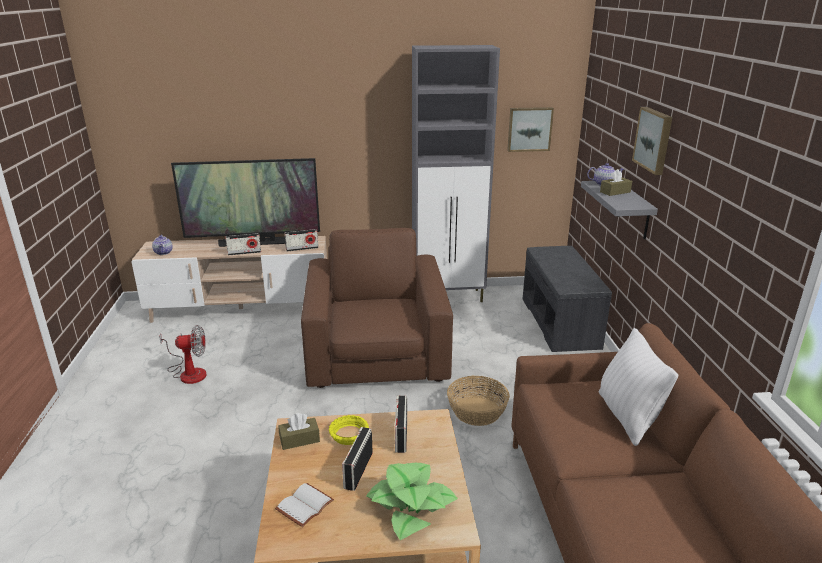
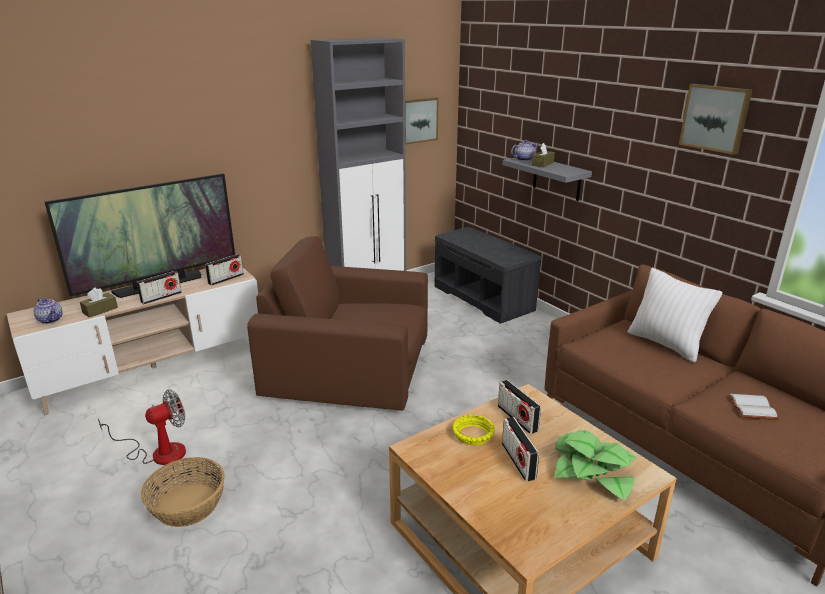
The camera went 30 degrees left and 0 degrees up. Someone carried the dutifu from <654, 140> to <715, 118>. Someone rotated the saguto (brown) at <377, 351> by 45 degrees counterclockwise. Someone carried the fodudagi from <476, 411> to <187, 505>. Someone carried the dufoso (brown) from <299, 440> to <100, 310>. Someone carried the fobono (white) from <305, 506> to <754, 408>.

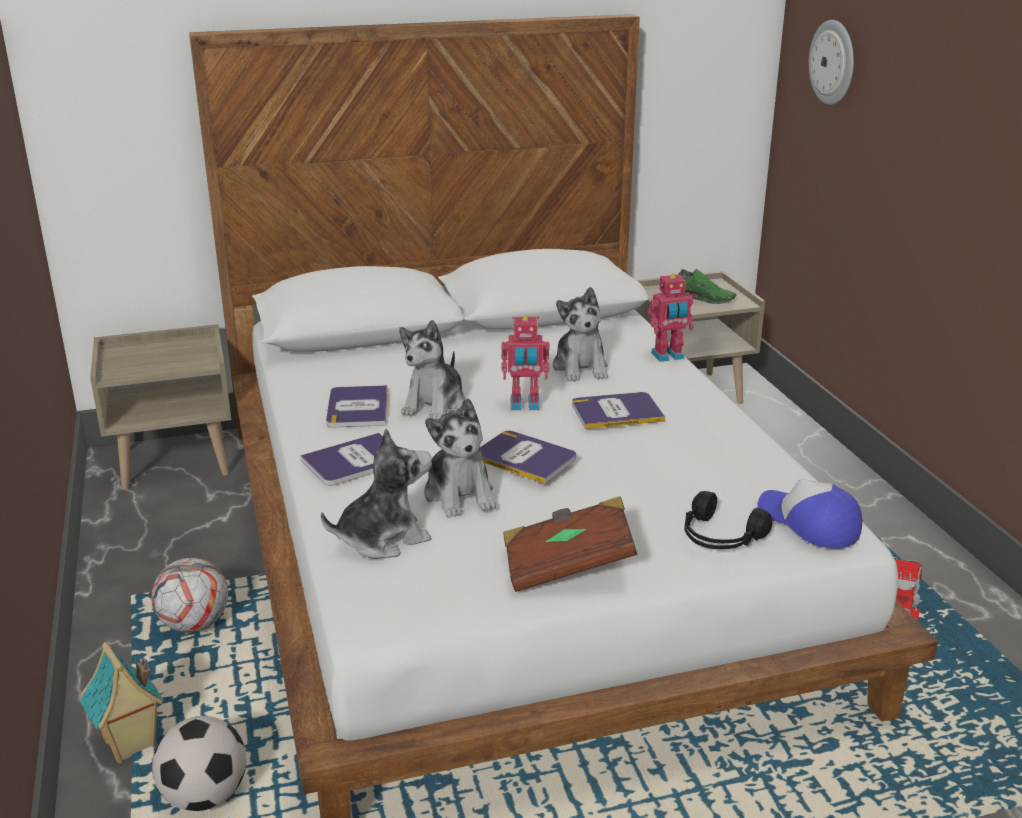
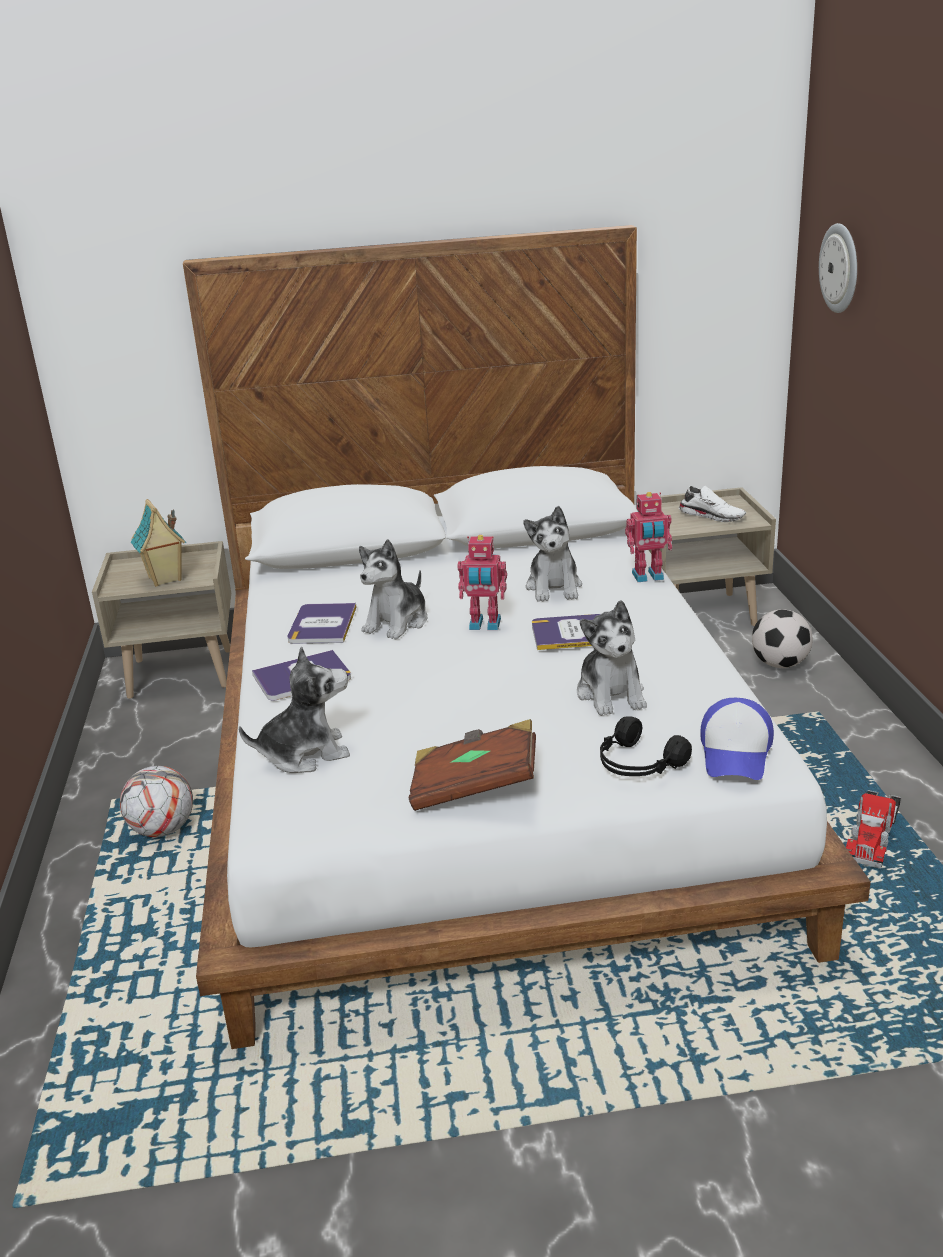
The camera went 10 degrees right and 0 degrees up. Someone repainted the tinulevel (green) at <703, 298>, which became the tinulevel (white) at <712, 516>. Someone carried the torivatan from <460, 494> to <611, 694>. Someone took away the fobono at <525, 458>. Someone rotated the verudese at <808, 523> by 135 degrees counterclockwise. Someone carried the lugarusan from <130, 746> to <165, 579>. Someone carried the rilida from <205, 796> to <779, 664>.

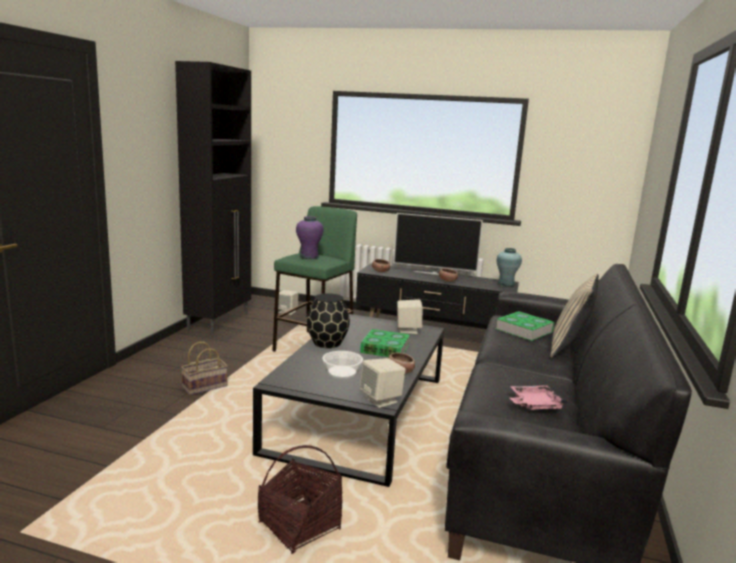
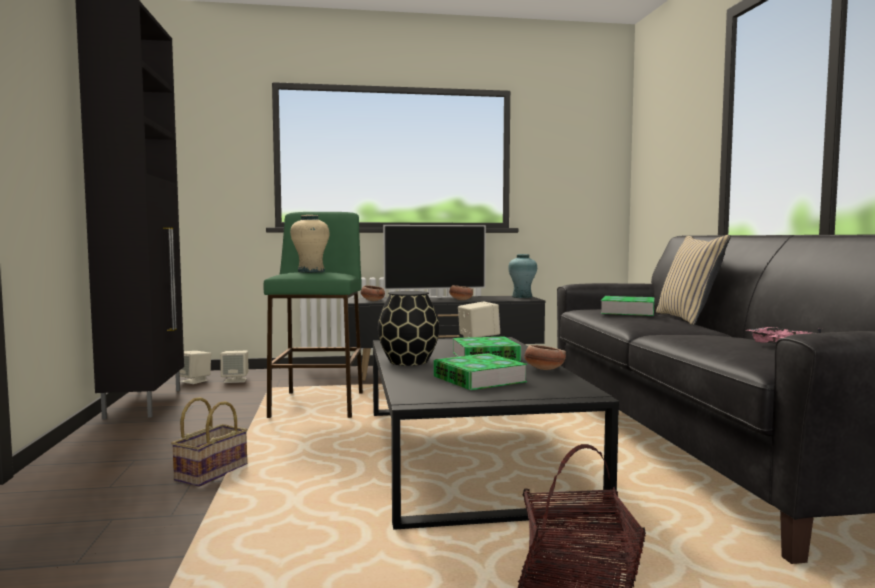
The camera went 25 degrees left and 10 degrees down. Someone repainted the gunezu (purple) at <309, 257>, which became the gunezu (beige) at <311, 271>. Someone swapped the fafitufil at <341, 372> for the fobono at <479, 379>. Someone carried the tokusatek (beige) from <381, 399> to <194, 381>.

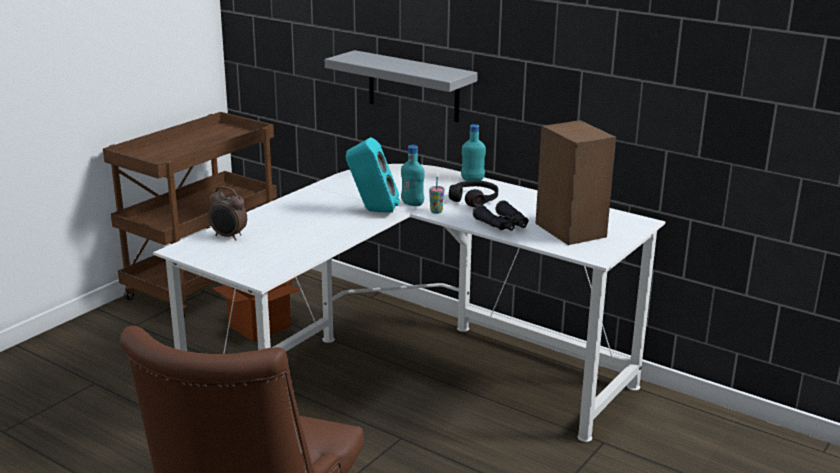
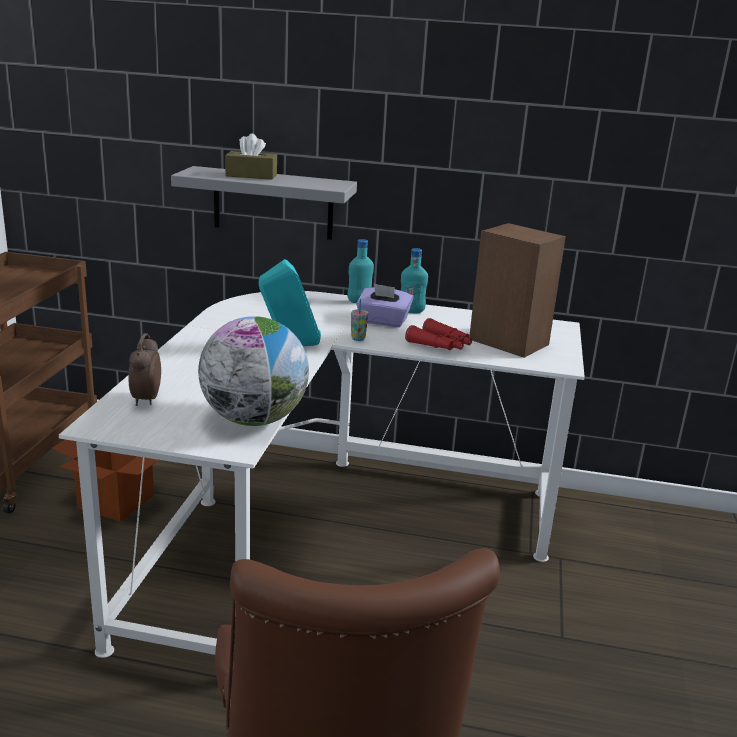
The camera went 25 degrees left and 0 degrees up. Someone carried the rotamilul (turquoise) from <412, 204> to <411, 311>. Someone swapped the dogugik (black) at <474, 199> for the dufoso (purple) at <383, 321>. Someone rotated the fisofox at <228, 237> by 90 degrees clockwise. Someone repainted the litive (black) at <503, 225>, which became the litive (red) at <441, 345>. Someone put down the dufoso (brown) at <251, 175>. Someone put down the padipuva at <254, 419>.

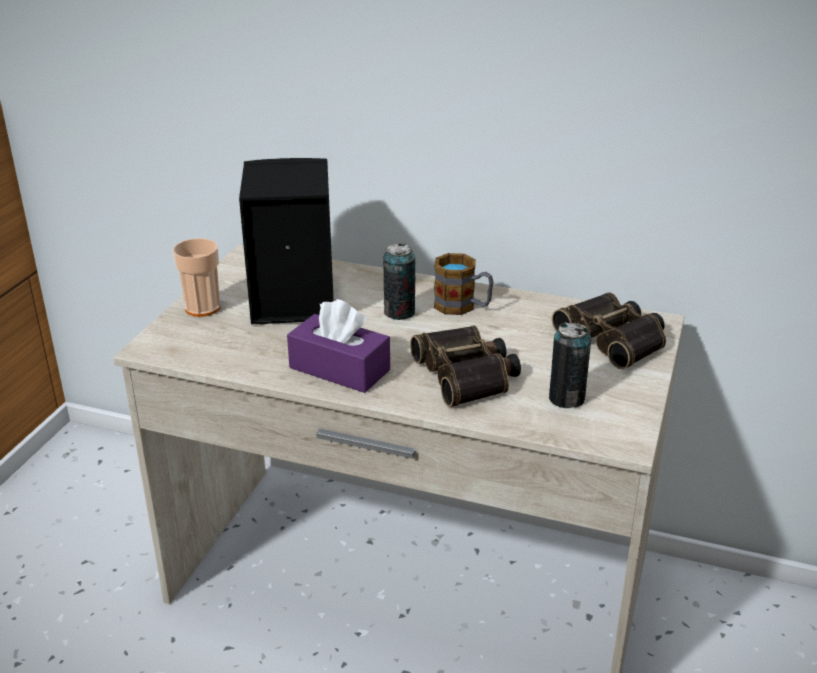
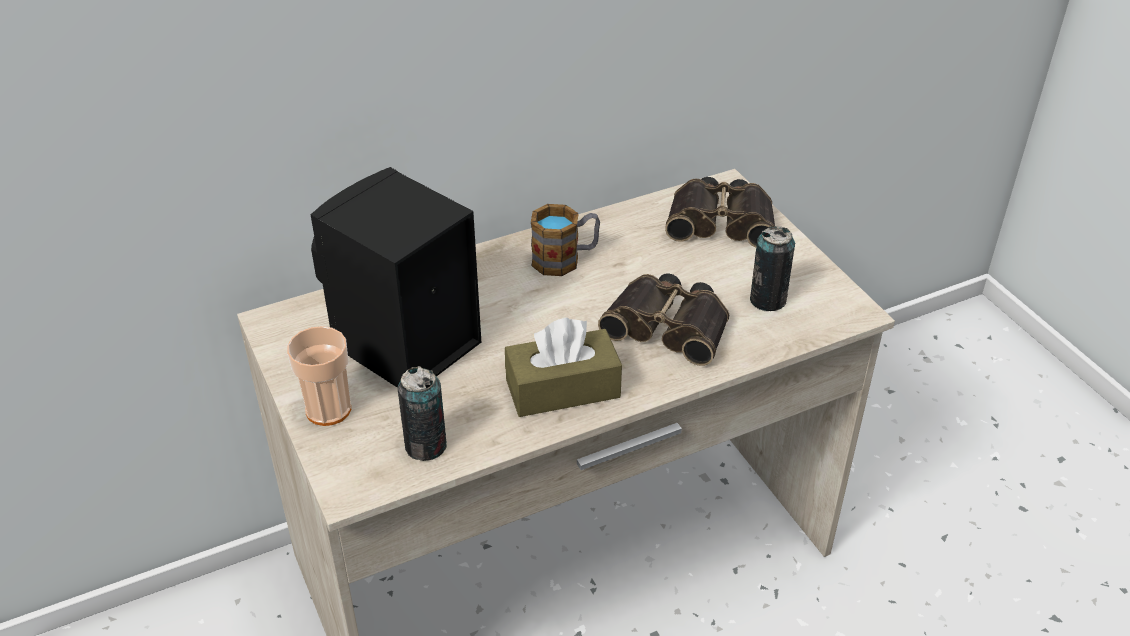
The camera went 45 degrees left and 10 degrees up. Someone carried the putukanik from <399, 312> to <425, 446>. Someone repainted the dufoso (purple) at <339, 369>, which became the dufoso (brown) at <562, 388>.

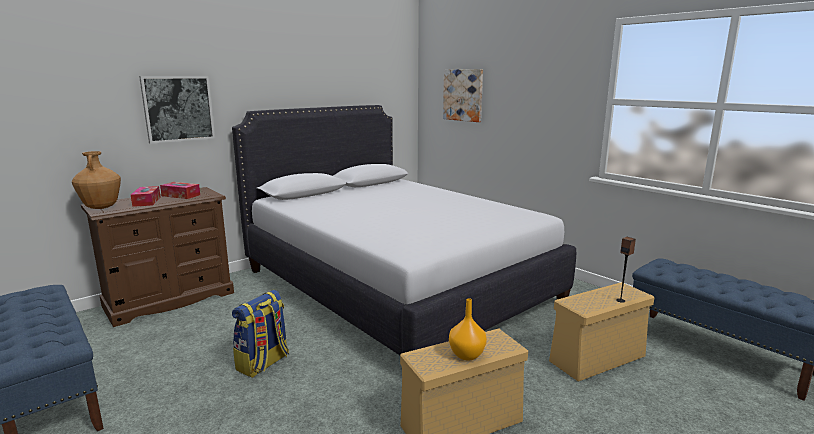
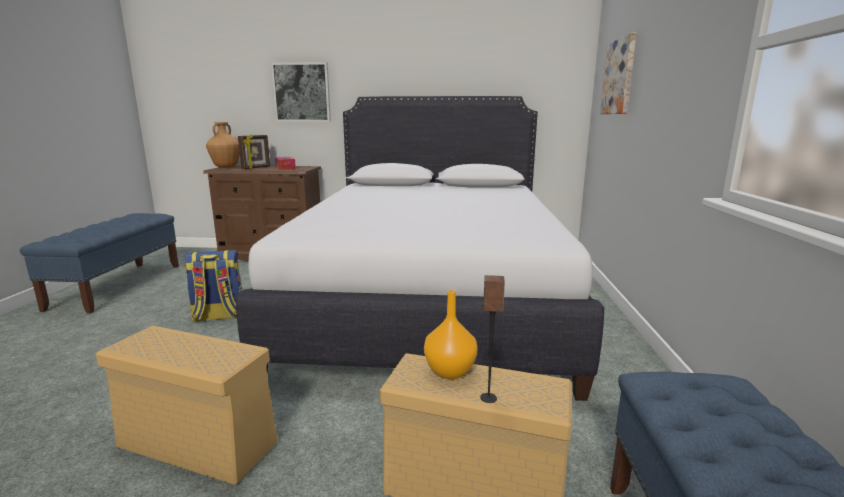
The camera went 45 degrees right and 0 degrees up. Someone swapped the dufoso at <147, 201> for the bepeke at <256, 168>. Someone carried the gunezu (orange) from <466, 354> to <450, 371>.

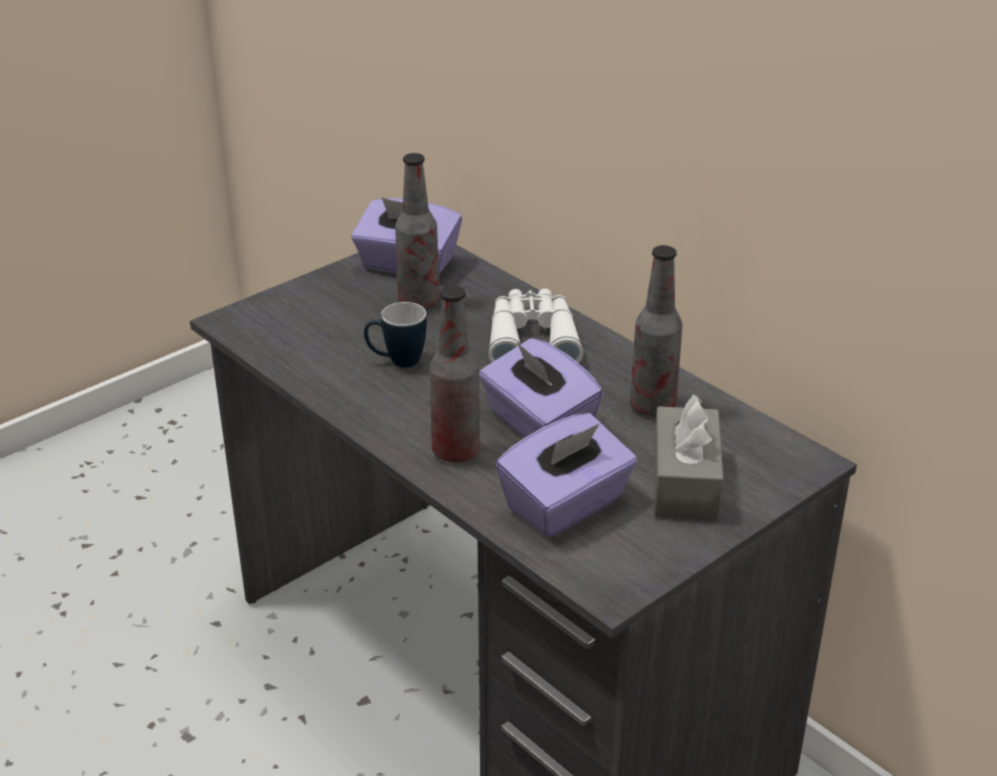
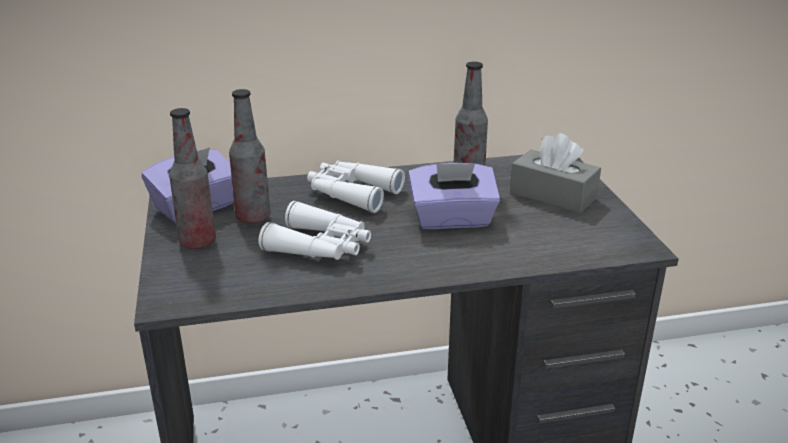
The camera went 60 degrees left and 5 degrees down. Someone carried the rotamilul from <456, 451> to <198, 242>. Someone swapped the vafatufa at <396, 362> for the litive (white) at <320, 247>. Someone took away the dufoso (purple) at <566, 505>.

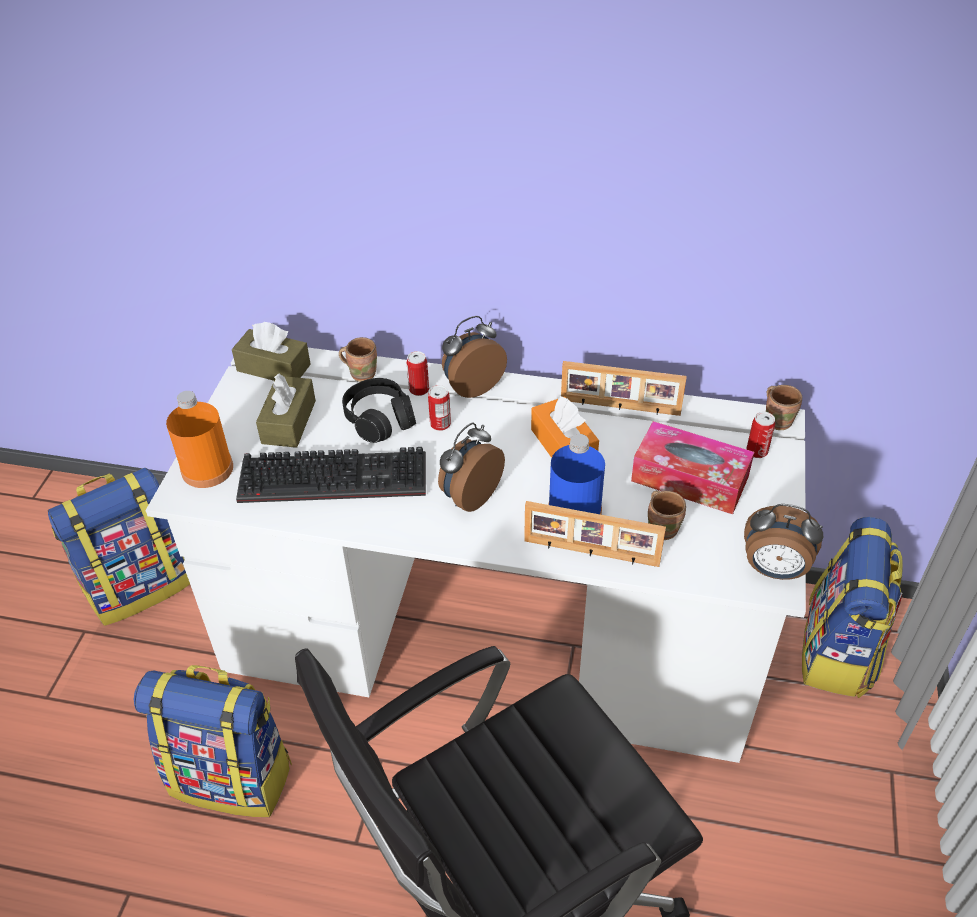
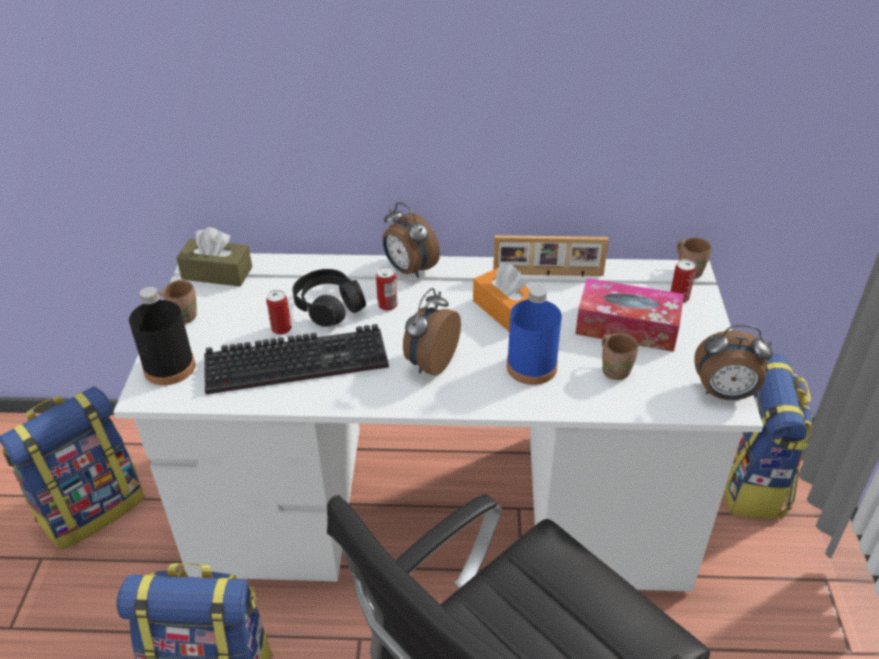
The camera went 10 degrees left and 5 degrees down. Someone rotated the fisofox at <472, 386> by 90 degrees counterclockwise. Someone carried the vafatufa (brown) from <362, 373> to <183, 316>. Someone carried the putukanik from <419, 390> to <281, 329>. Someone took away the dufoso (brown) at <289, 422>. Someone repainted the rotamilul (orange) at <207, 469>, which became the rotamilul (black) at <169, 367>. Someone took away the bepeke at <591, 553>.

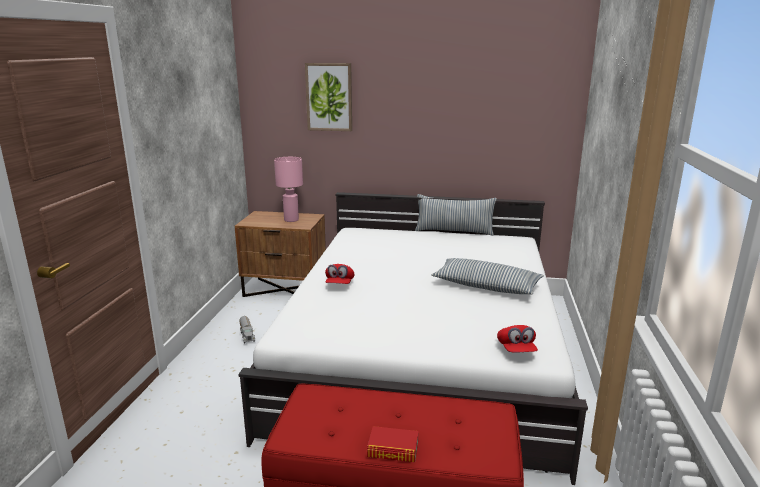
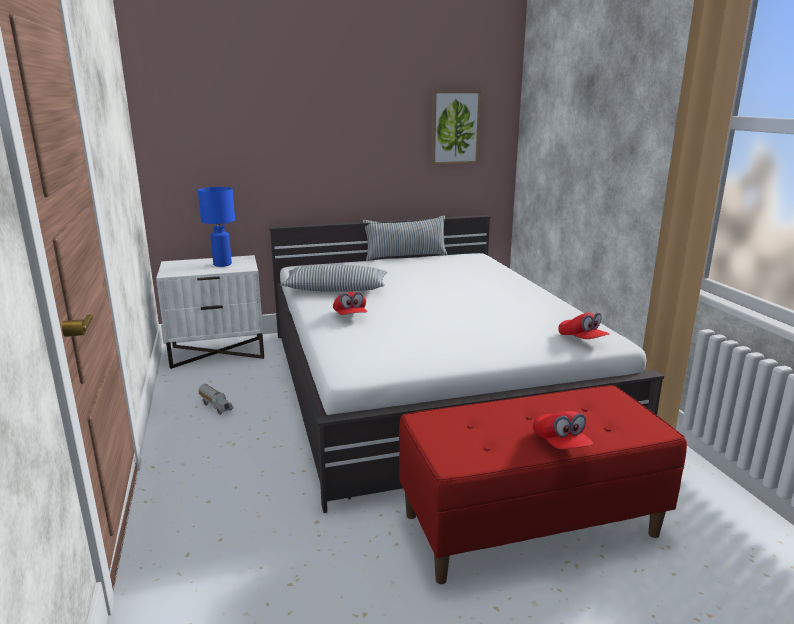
The camera went 25 degrees left and 0 degrees up. Someone carried the dutifu from <329, 97> to <455, 127>. Someone repainted the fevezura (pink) at <291, 220>, which became the fevezura (blue) at <222, 264>. Someone repainted the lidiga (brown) at <285, 289>, which became the lidiga (white) at <218, 352>. Someone carried the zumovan from <486, 286> to <335, 289>. Someone swapped the fobono at <393, 449> for the verudese (red) at <560, 444>.

